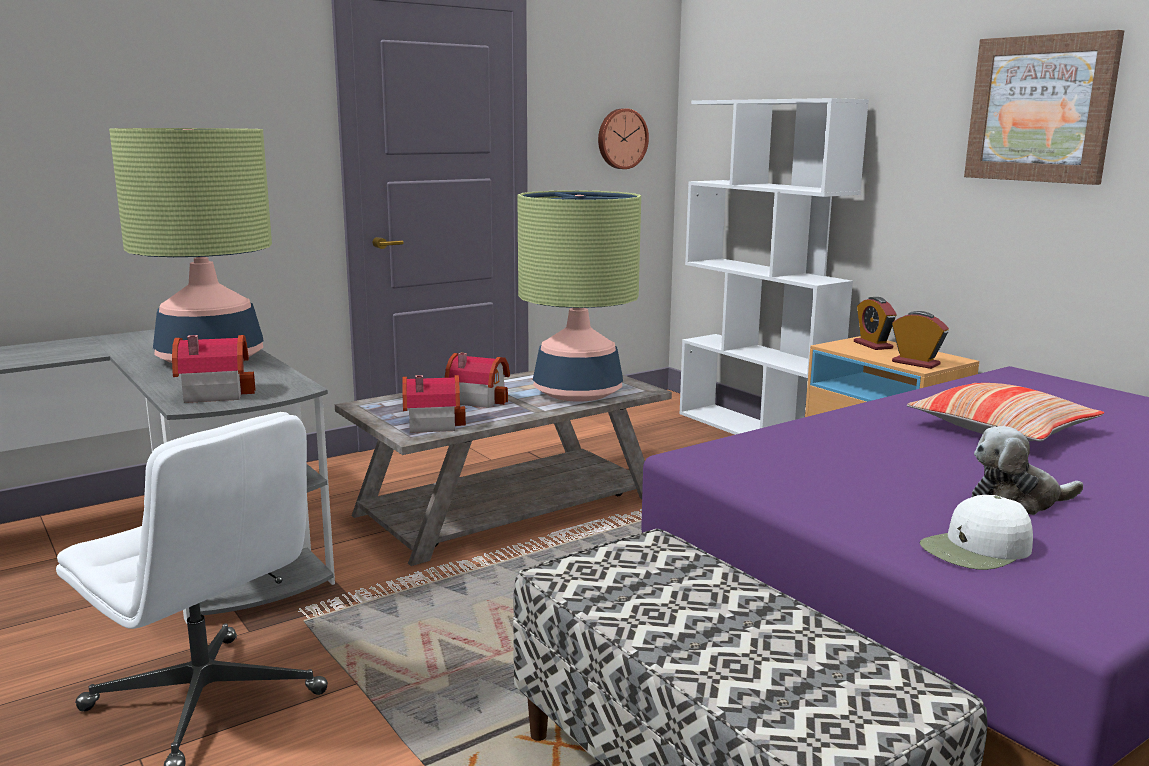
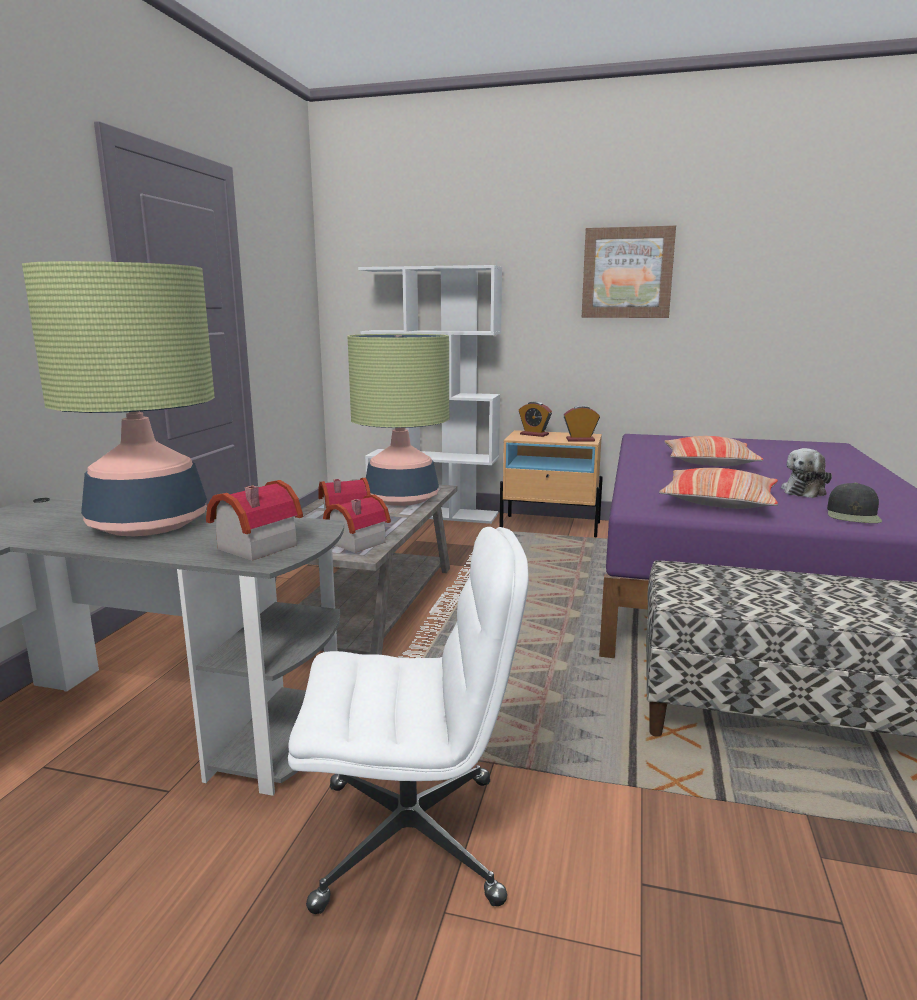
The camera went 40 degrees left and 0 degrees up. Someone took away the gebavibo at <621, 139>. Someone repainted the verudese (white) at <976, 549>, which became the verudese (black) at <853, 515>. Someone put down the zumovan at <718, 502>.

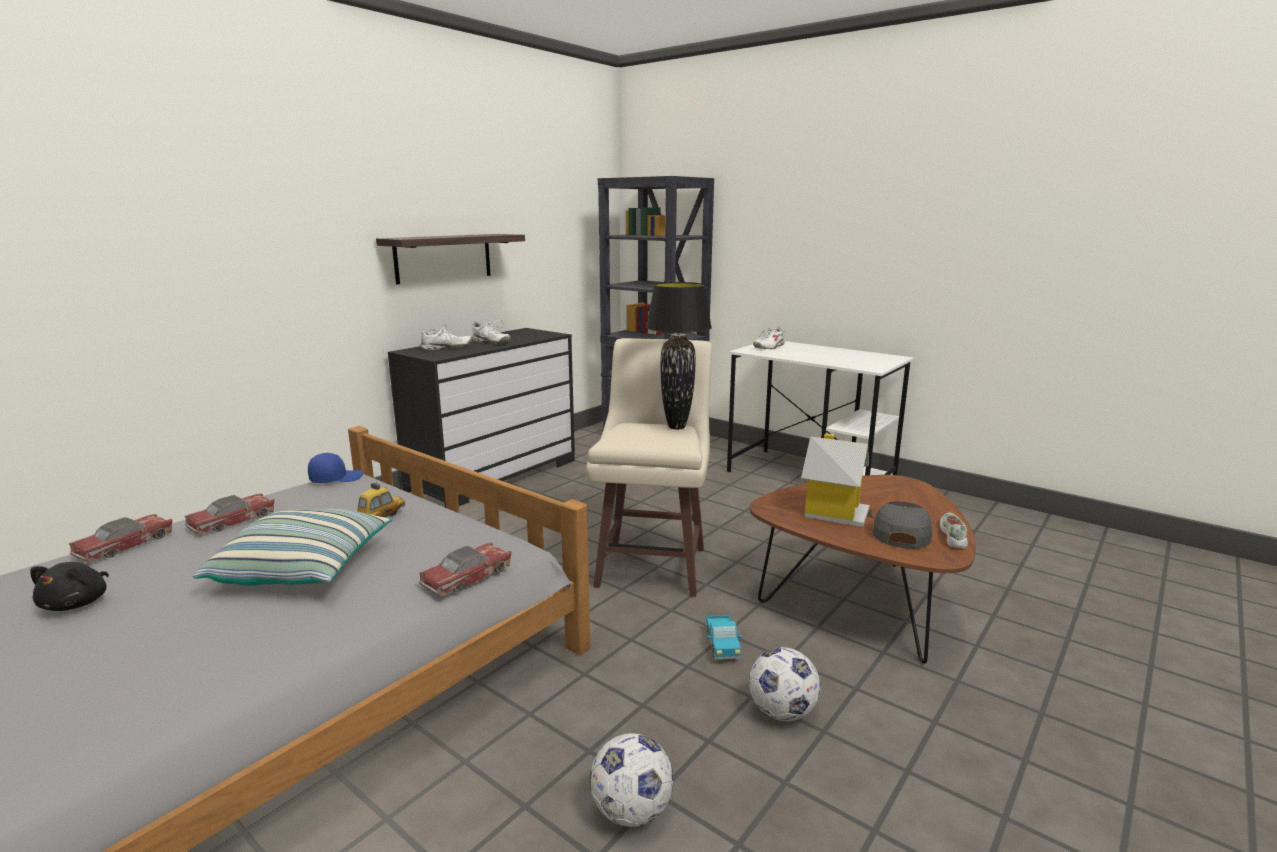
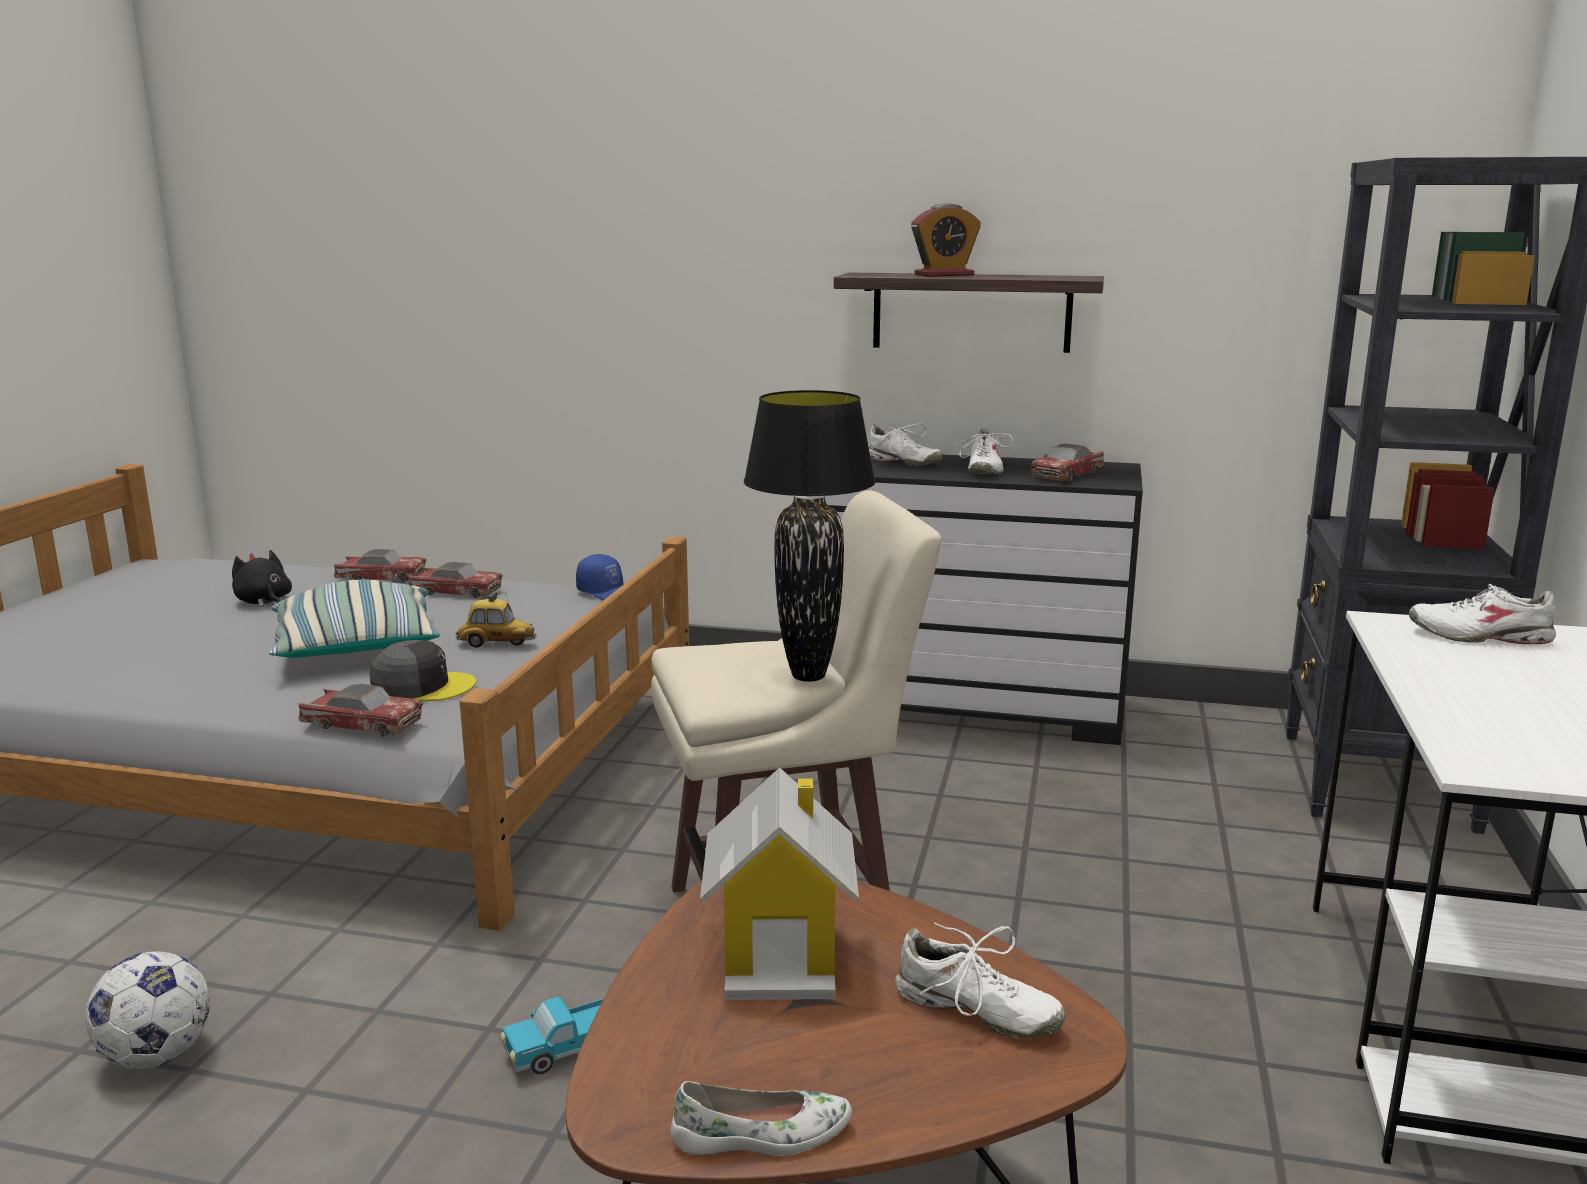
The camera went 65 degrees right and 0 degrees up. Someone carried the verudese (grey) from <900, 533> to <422, 687>. Someone rotated the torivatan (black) at <78, 603> by 75 degrees clockwise. Someone took away the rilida at <782, 712>. Someone put down the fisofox at <944, 275>. Someone put down the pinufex at <1067, 474>. Someone put down the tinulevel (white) at <976, 1012>.

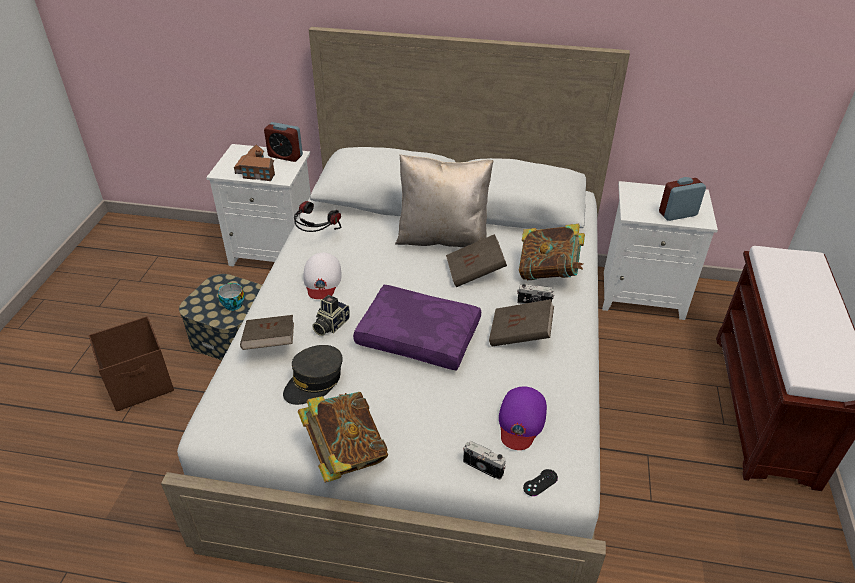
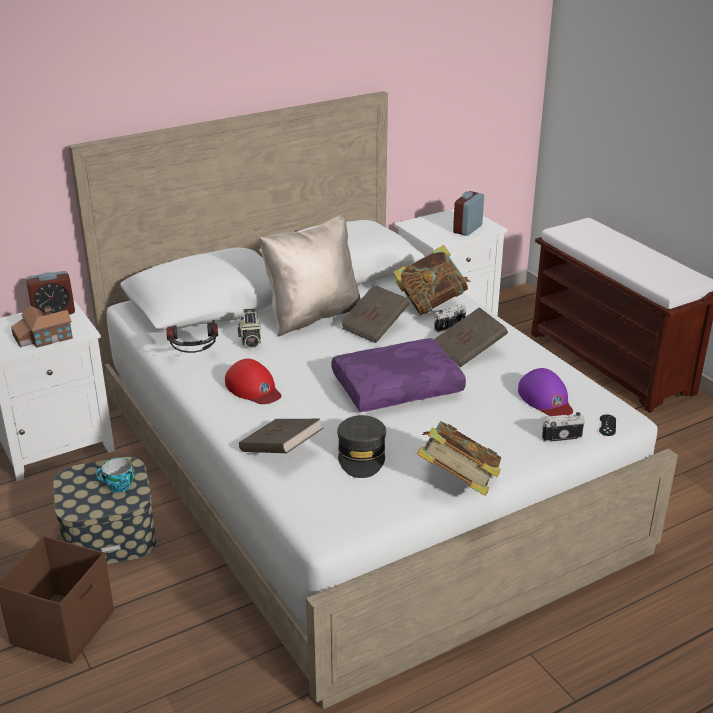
The camera went 40 degrees left and 10 degrees down. Someone repainted the verudese (white) at <322, 280>, which became the verudese (red) at <253, 388>. Someone carried the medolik from <330, 325> to <250, 341>.

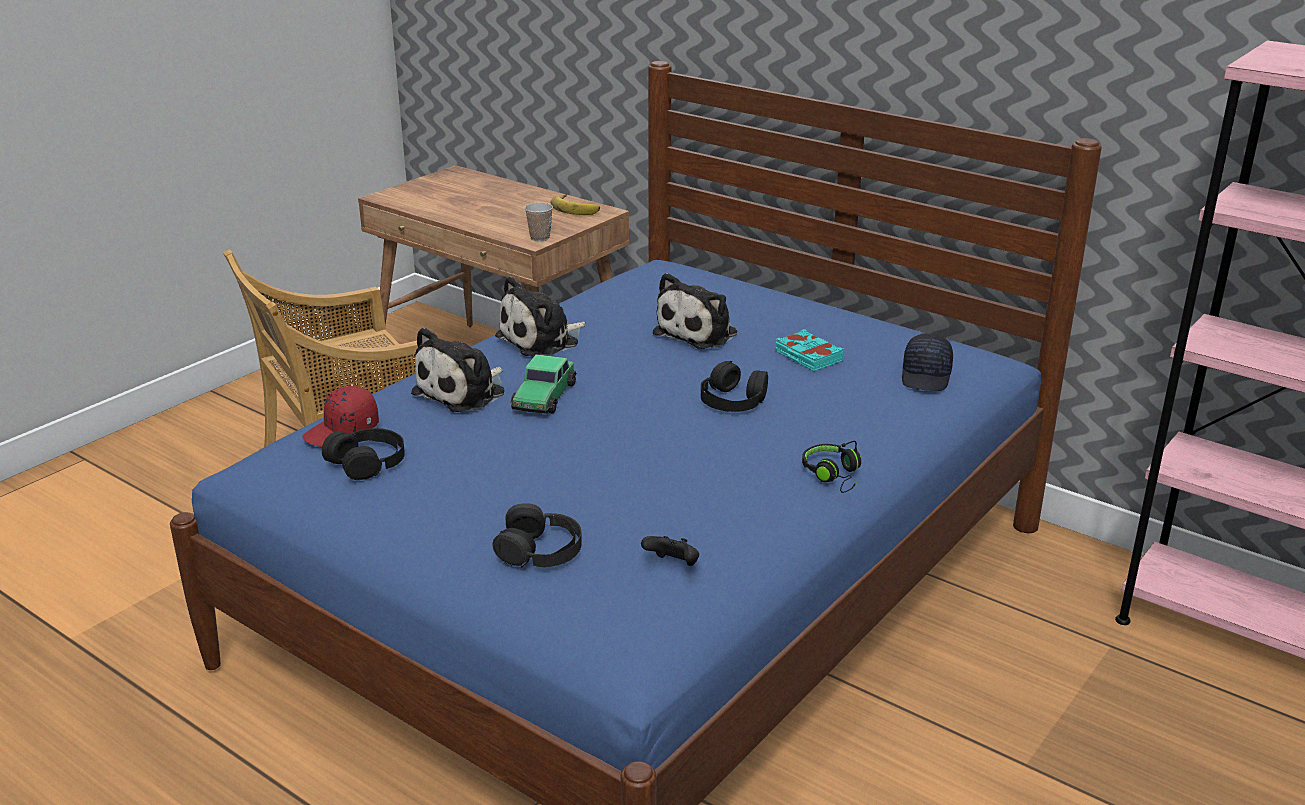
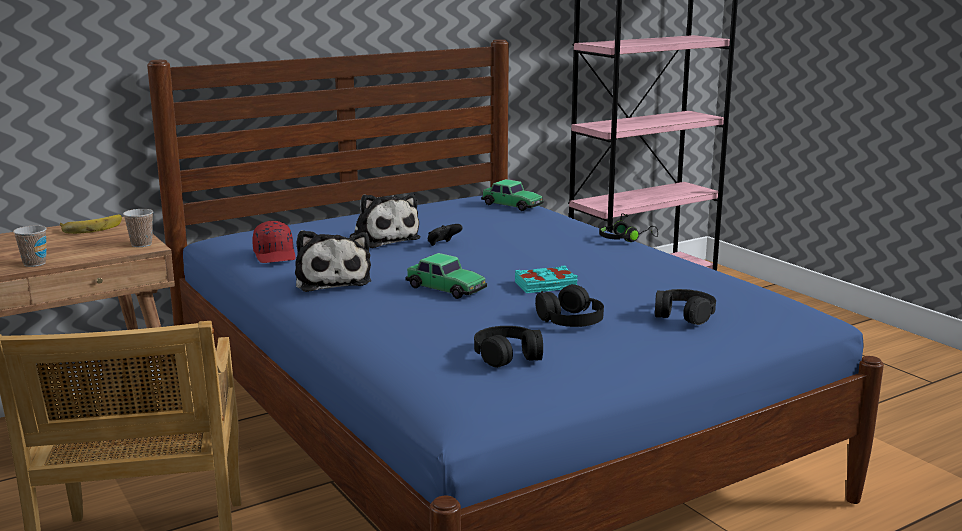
The camera went 70 degrees left and 10 degrees down. Someone took away the torivatan at <464, 392>. Someone carried the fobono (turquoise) from <807, 356> to <546, 285>. Someone swapped the verudese (black) at <927, 376> for the pinufex at <512, 205>. Someone carried the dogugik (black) from <733, 399> to <570, 319>. Someone carried the verudese (red) from <342, 431> to <275, 255>. Someone carried the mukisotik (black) from <673, 565> to <443, 245>. Someone put down the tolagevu at <34, 263>.

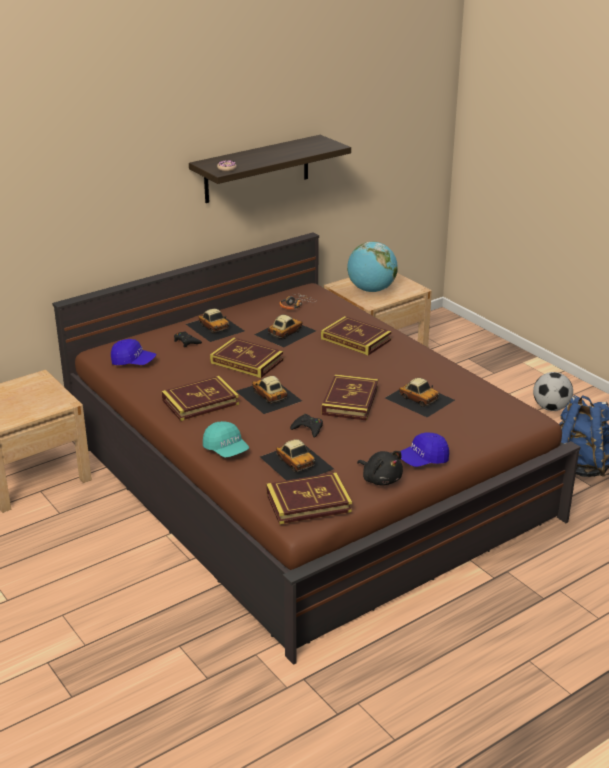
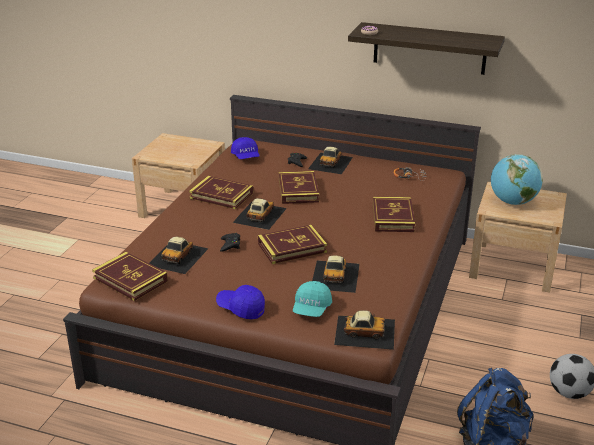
The camera went 55 degrees right and 0 degrees up. Someone carried the pinufex from <284, 332> to <364, 331>. Someone carried the verudese (turquoise) from <226, 450> to <311, 309>. Someone took away the torivatan (black) at <380, 479>.

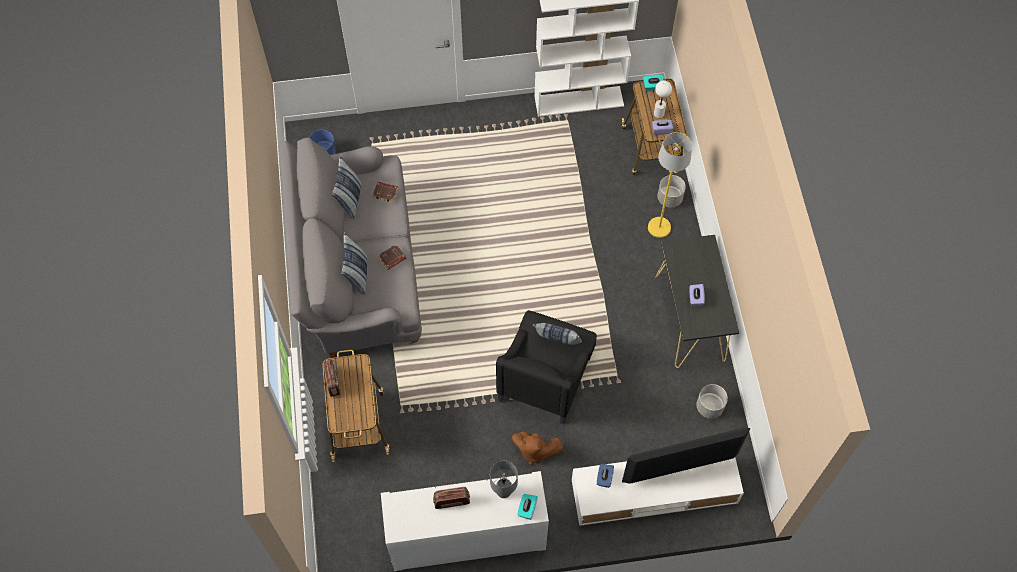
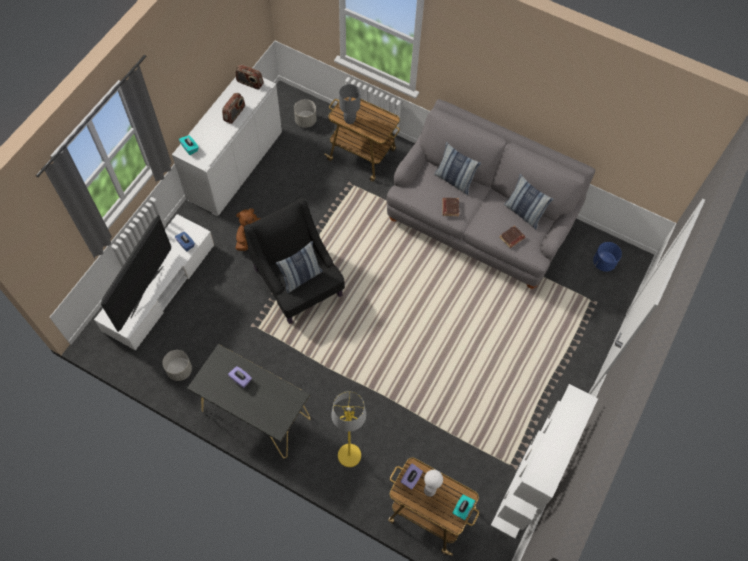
The camera went 125 degrees right and 0 degrees up. Someone carried the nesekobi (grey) from <669, 198> to <305, 121>. Someone carried the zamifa from <333, 381> to <250, 83>. Someone carried the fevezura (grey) from <503, 492> to <349, 120>.

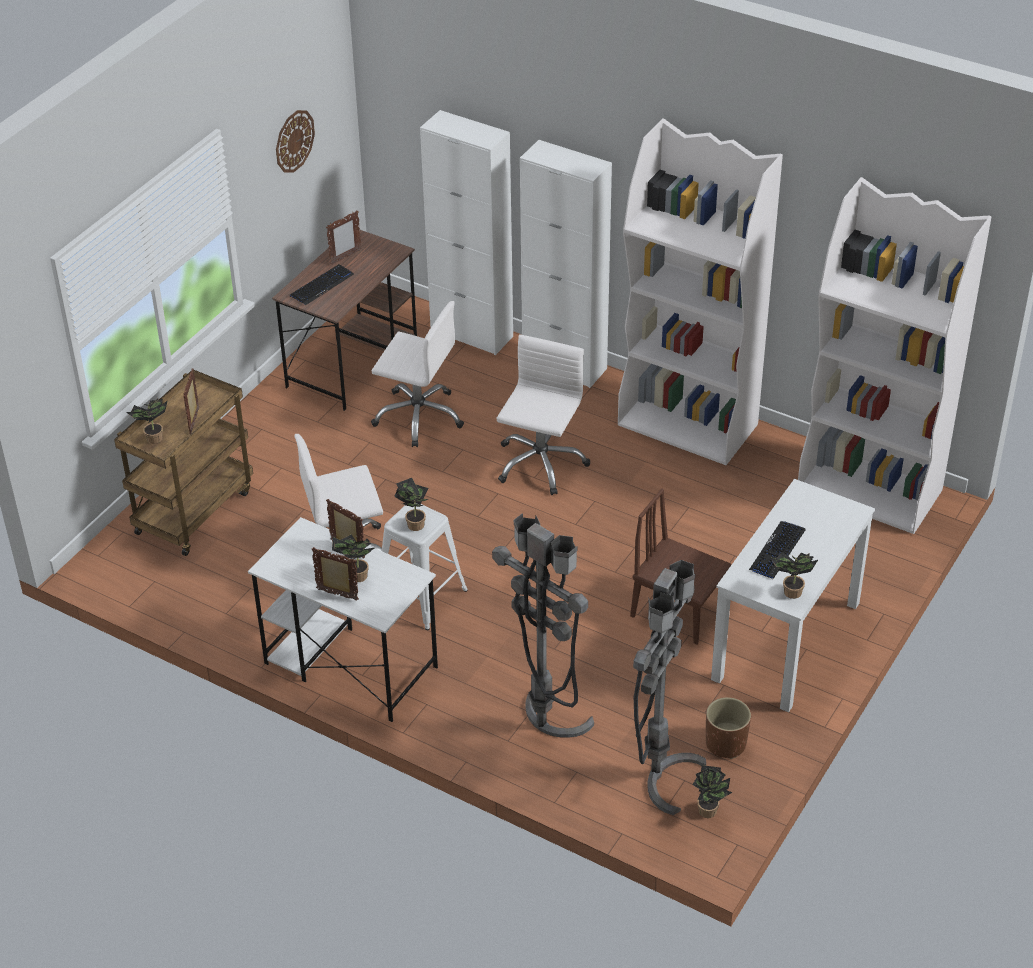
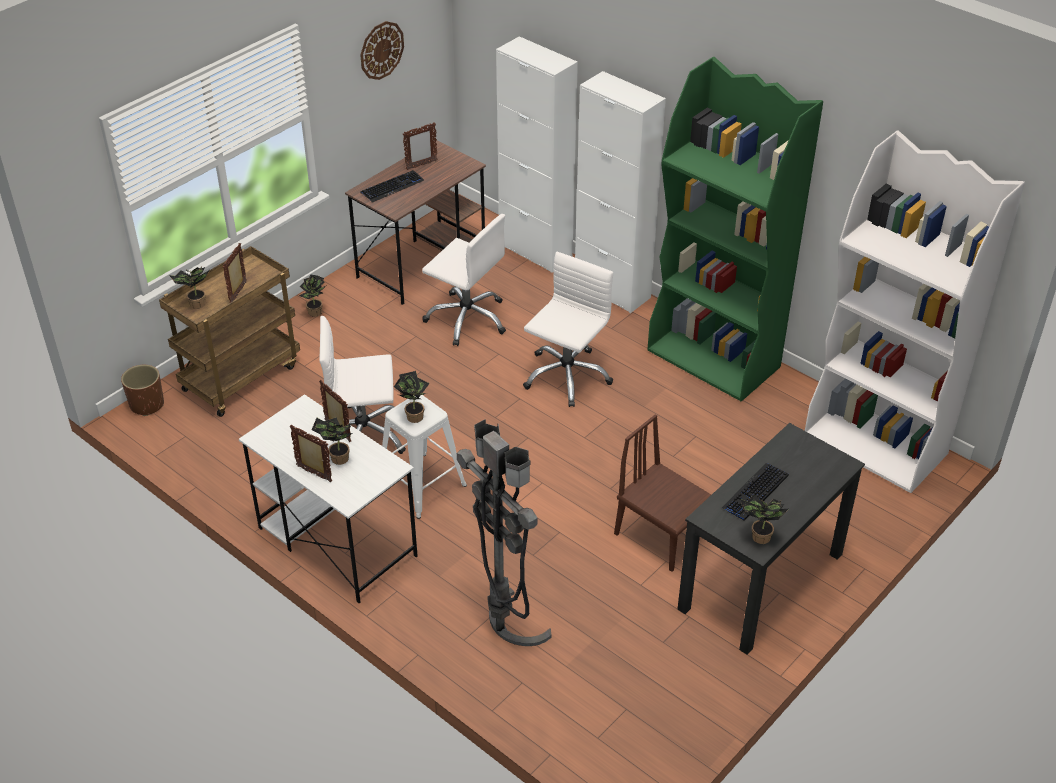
The camera went 10 degrees right and 0 degrees up. Someone repainted the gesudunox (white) at <689, 425>, which became the gesudunox (green) at <714, 359>. Someone repainted the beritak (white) at <786, 641>, which became the beritak (black) at <761, 582>. Someone took away the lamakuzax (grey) at <660, 776>. Someone carried the nesekobi (brown) from <725, 744> to <146, 405>. Someone carried the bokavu from <710, 812> to <316, 313>.

